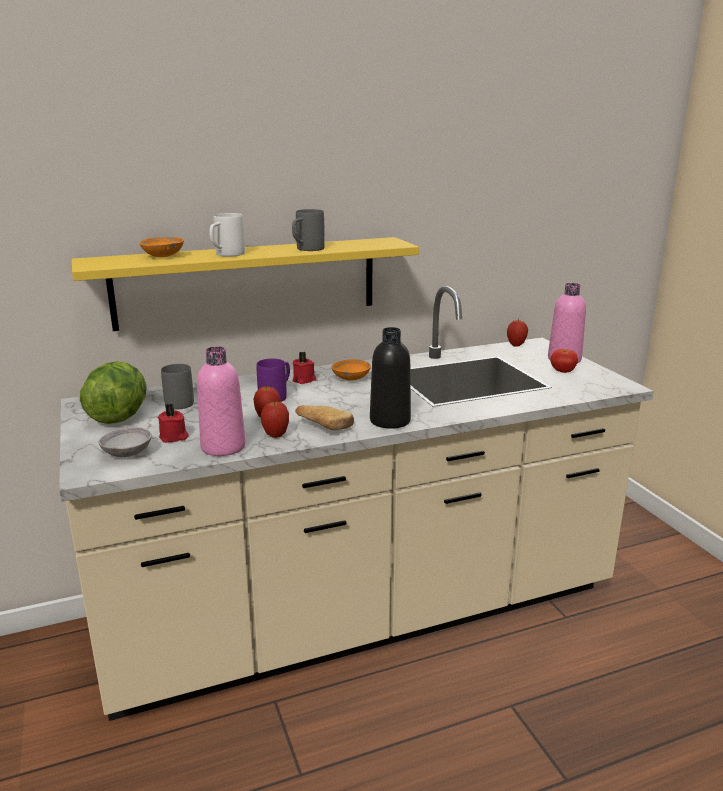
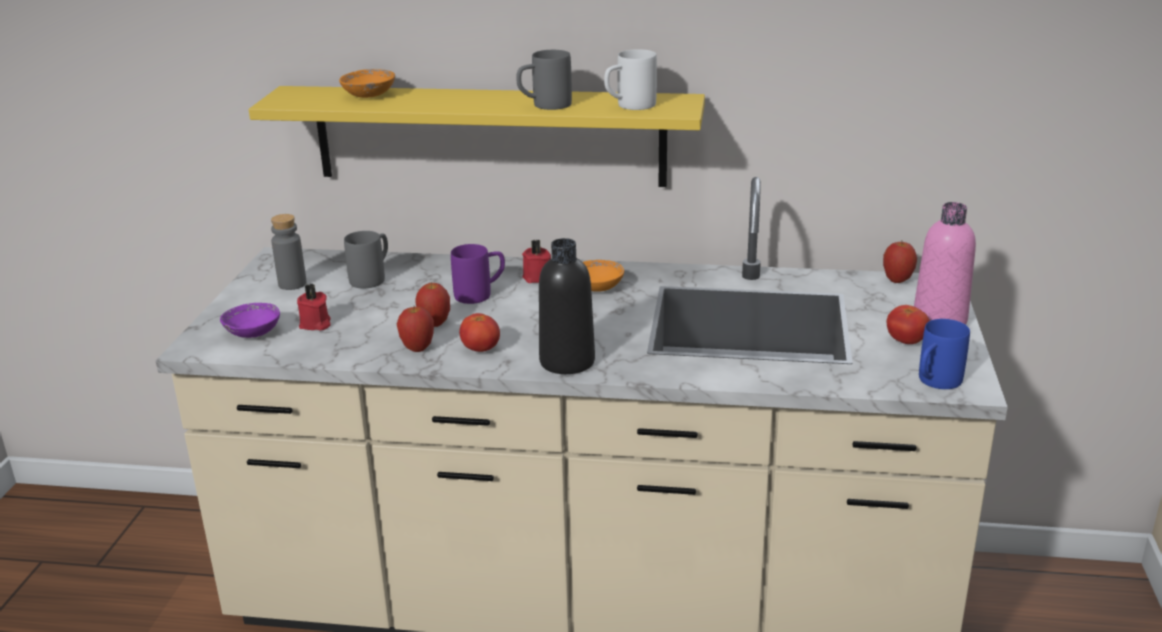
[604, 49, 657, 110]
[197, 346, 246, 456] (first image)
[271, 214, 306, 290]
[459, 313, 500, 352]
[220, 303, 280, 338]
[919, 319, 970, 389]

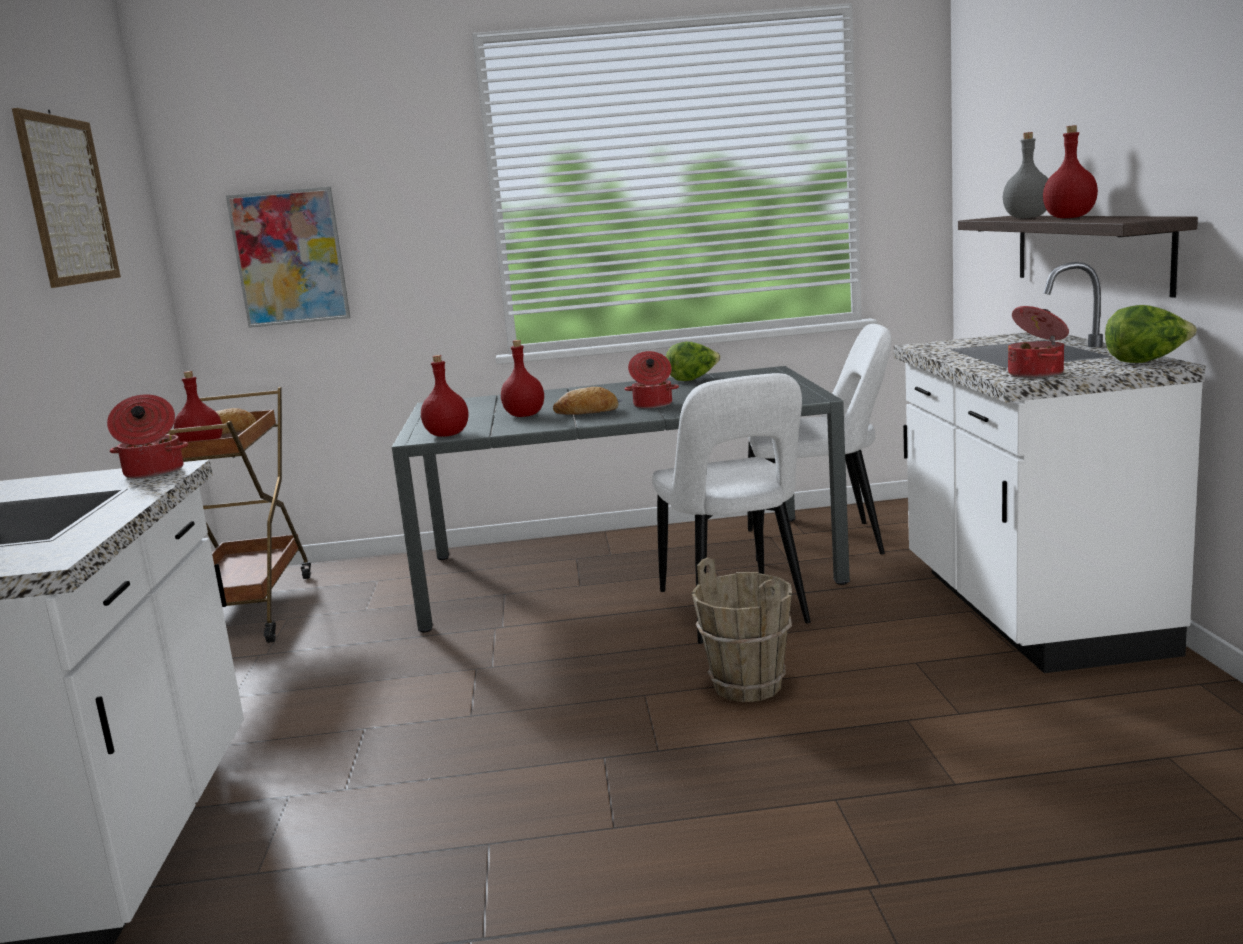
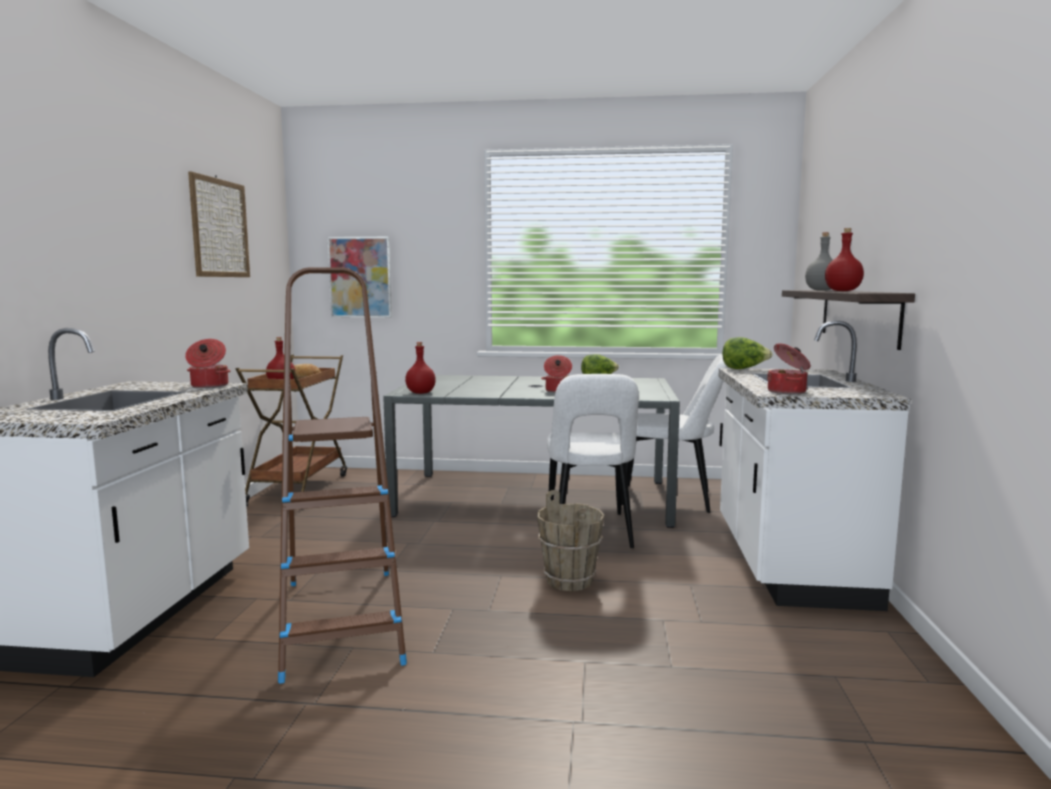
[722, 337, 773, 369]
[501, 340, 544, 417] (first image)
[553, 387, 618, 415] (first image)
[278, 267, 407, 684]

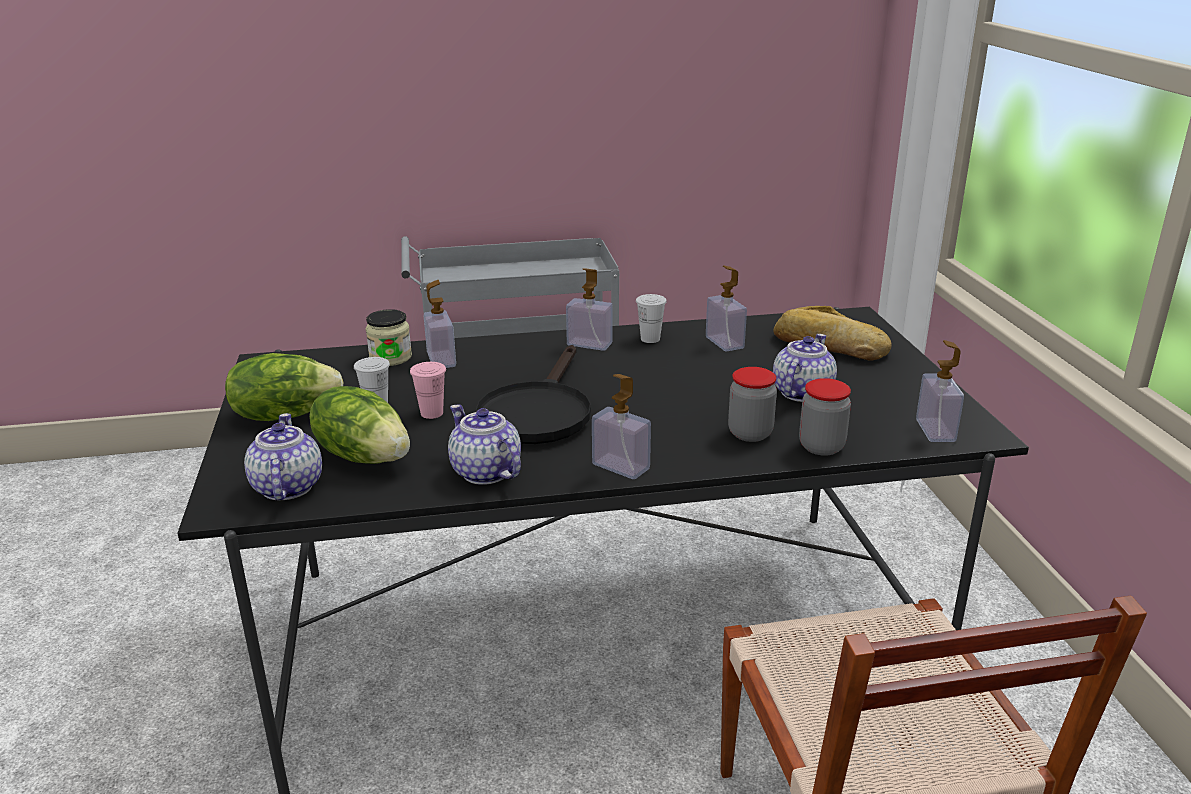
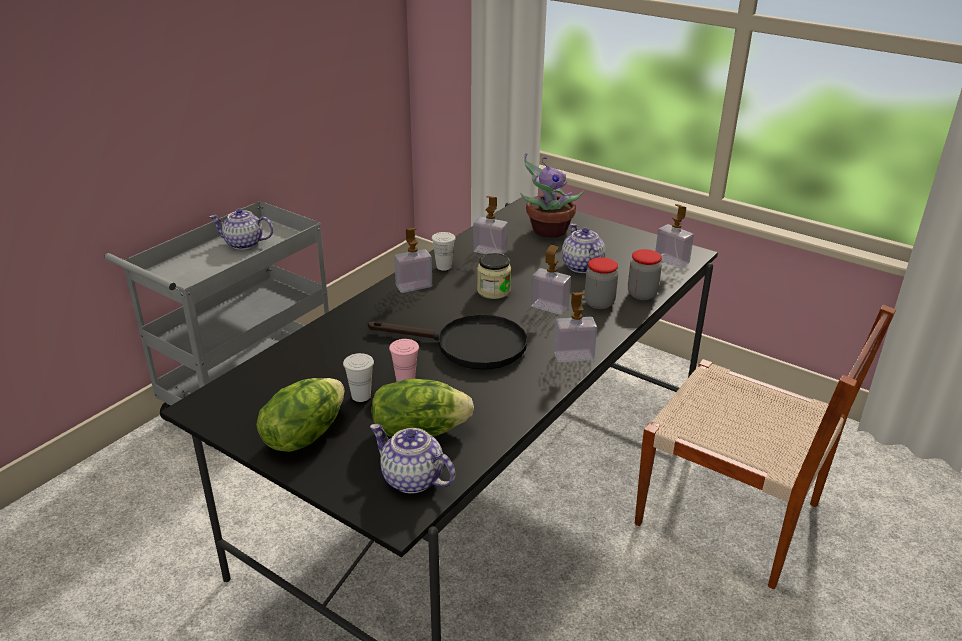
[531, 245, 571, 315]
[520, 153, 584, 238]
[477, 253, 511, 299]
[368, 314, 527, 370]
[209, 208, 274, 250]

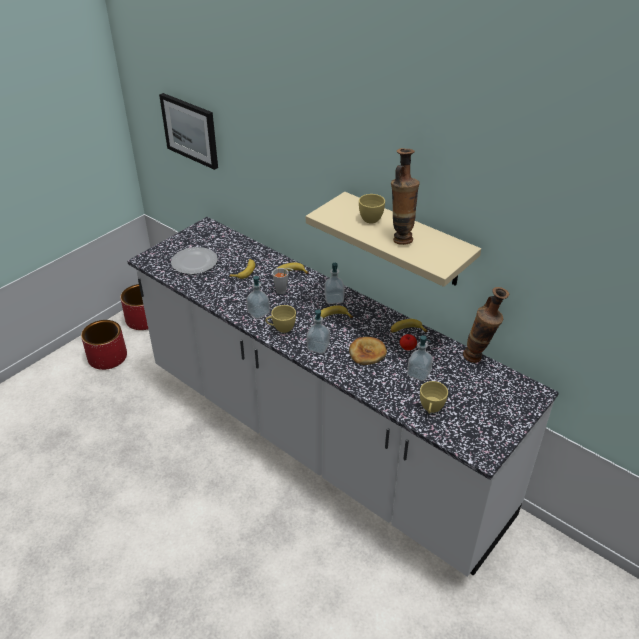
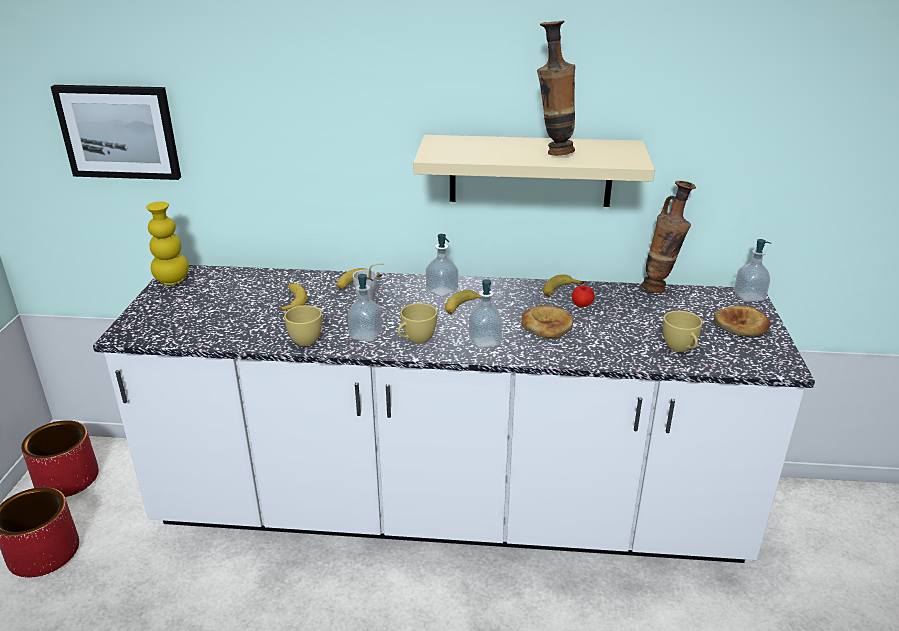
[284, 305, 322, 346]
[171, 247, 218, 274] (first image)
[734, 239, 771, 302]
[146, 202, 189, 285]
[714, 306, 771, 337]

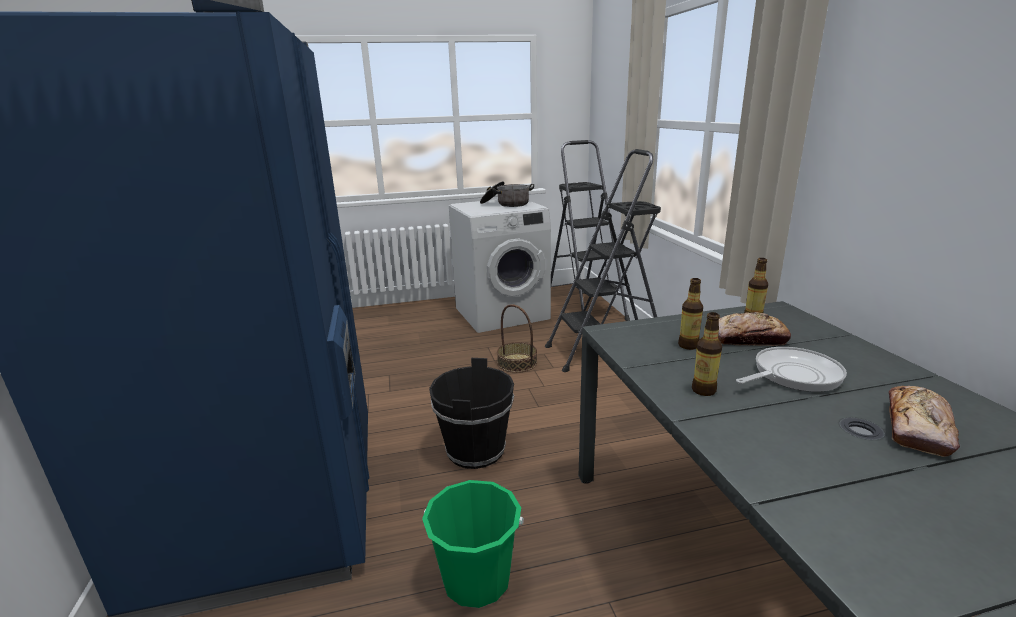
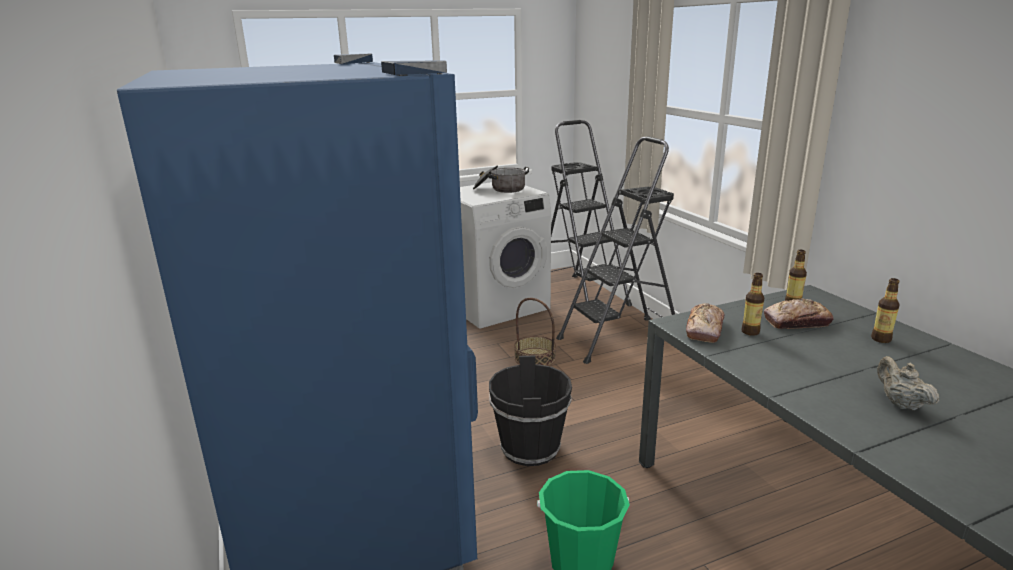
[871, 278, 899, 343]
[736, 347, 847, 392] (first image)
[686, 303, 725, 343]
[877, 356, 939, 410]

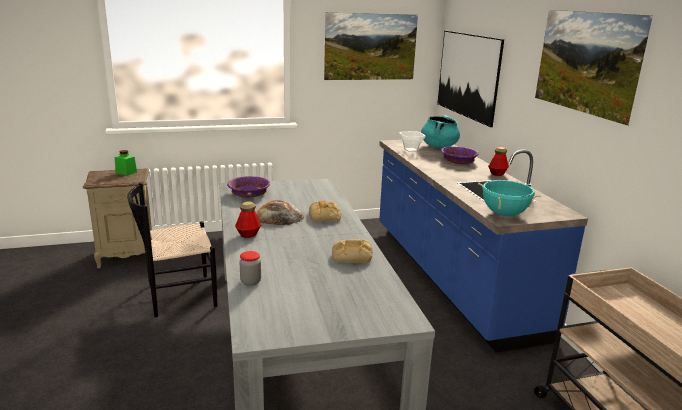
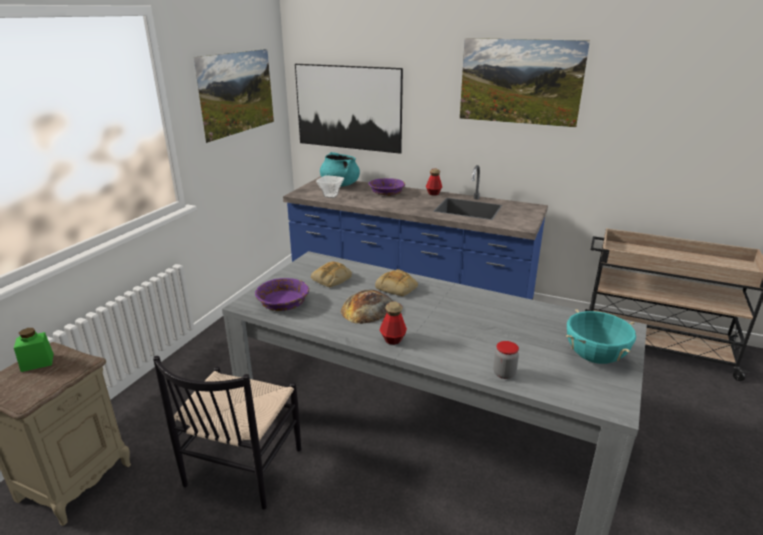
[566, 309, 636, 364]
[311, 261, 352, 287]

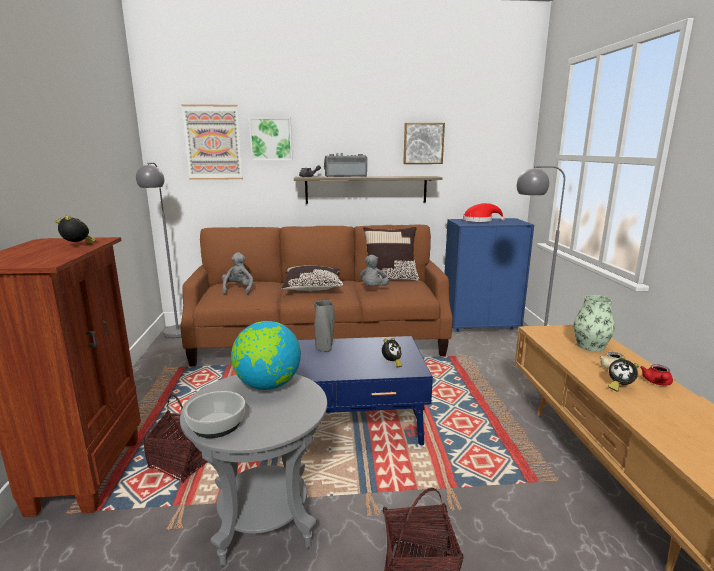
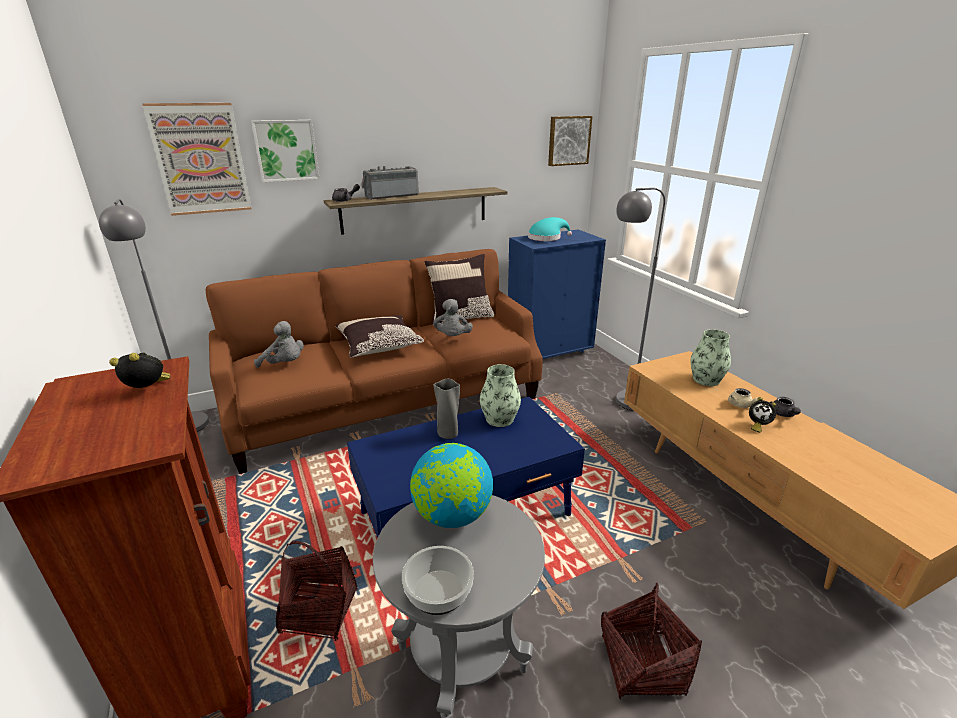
[548, 116, 592, 166]
[528, 217, 572, 241]
[254, 321, 304, 368]
[382, 338, 403, 368] (first image)
[770, 397, 801, 417]
[480, 364, 521, 427]

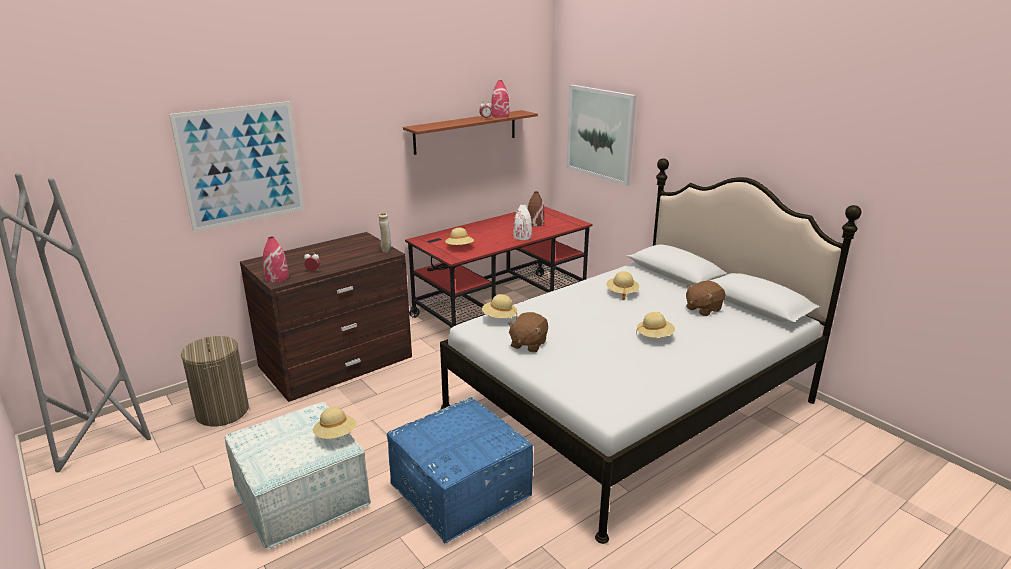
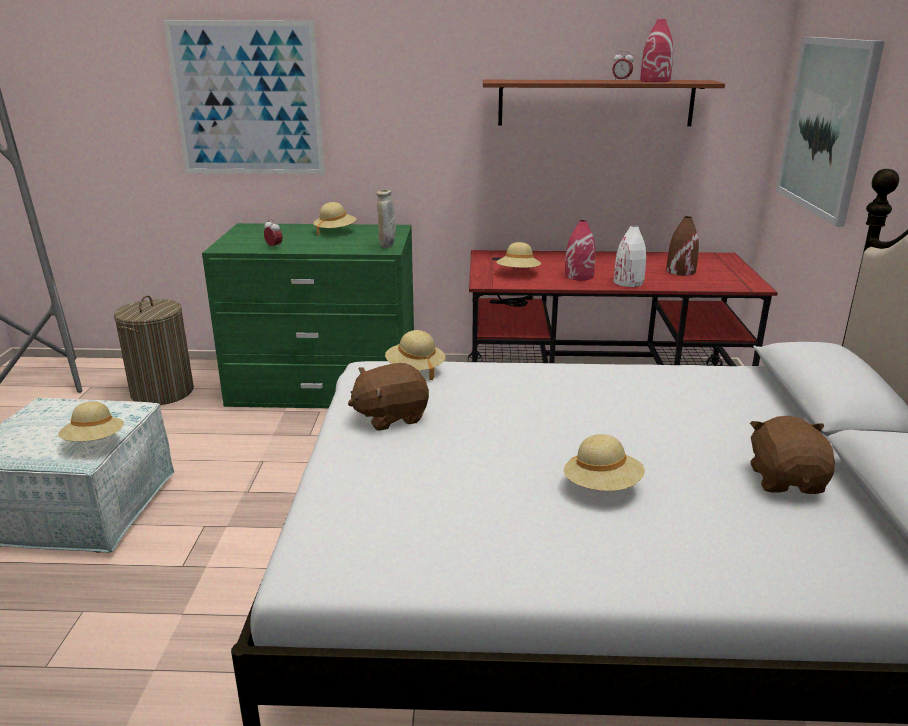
[202, 223, 414, 408]
[565, 220, 595, 281]
[313, 202, 356, 236]
[750, 416, 835, 494]
[387, 397, 533, 543] (first image)

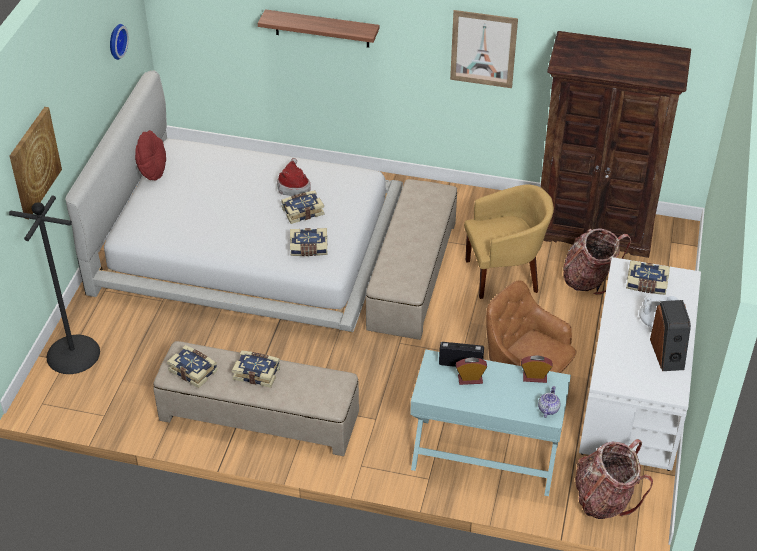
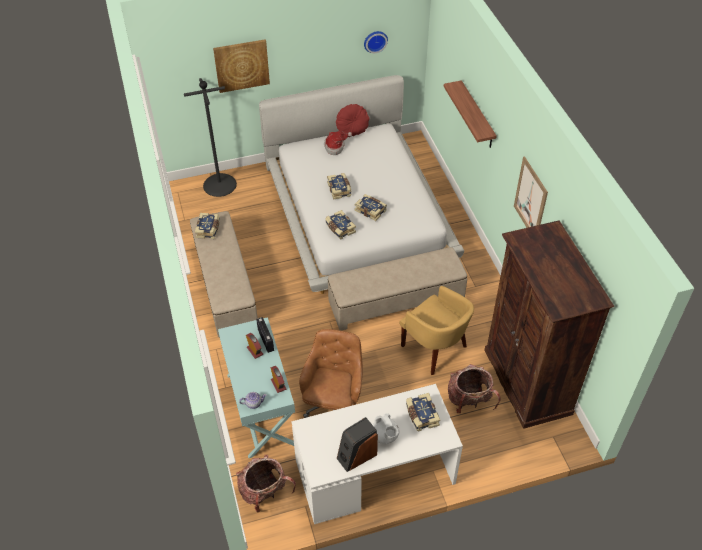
[324, 131, 352, 155]
[327, 173, 352, 200]

